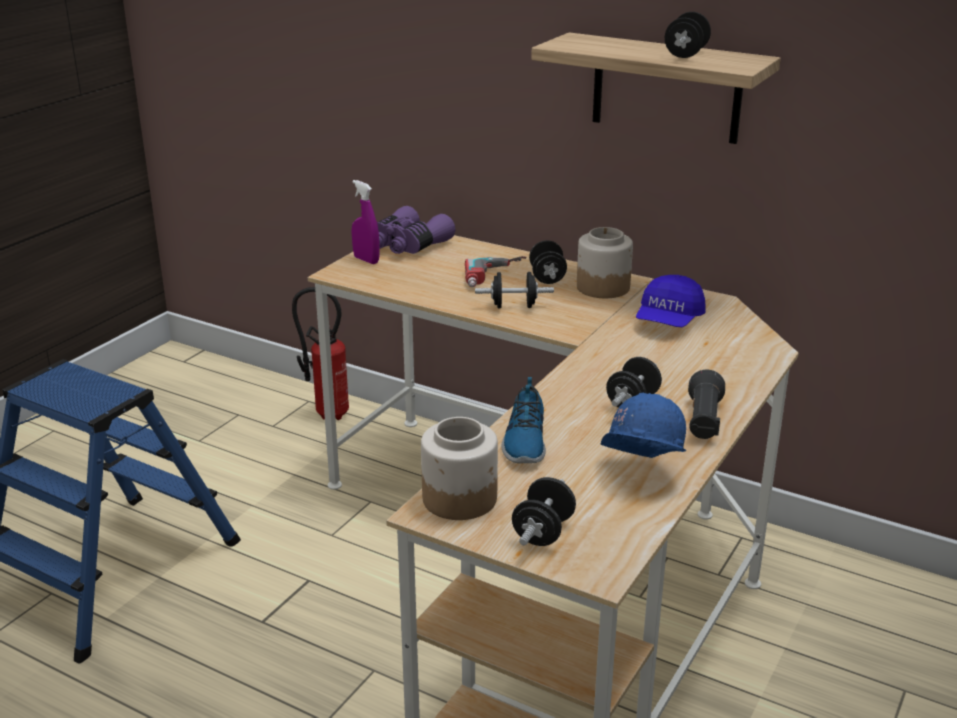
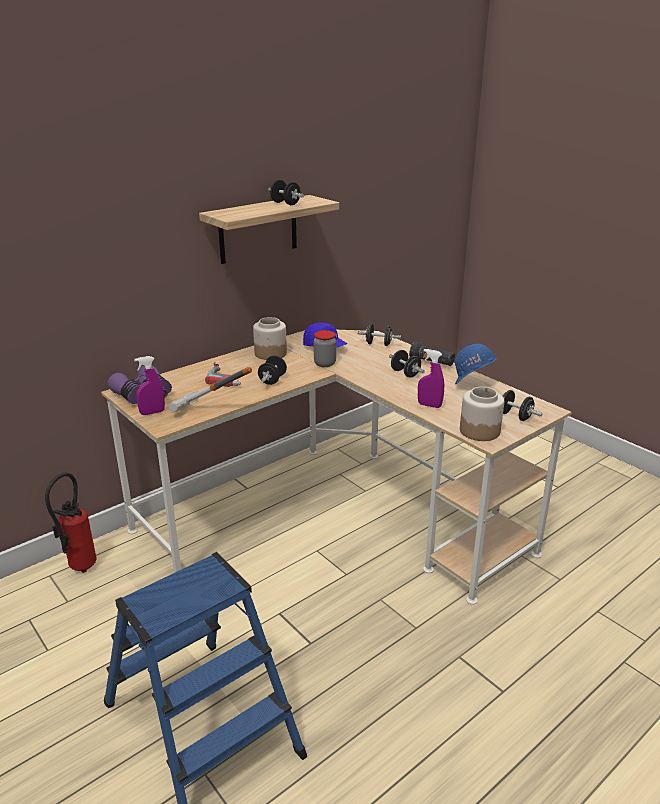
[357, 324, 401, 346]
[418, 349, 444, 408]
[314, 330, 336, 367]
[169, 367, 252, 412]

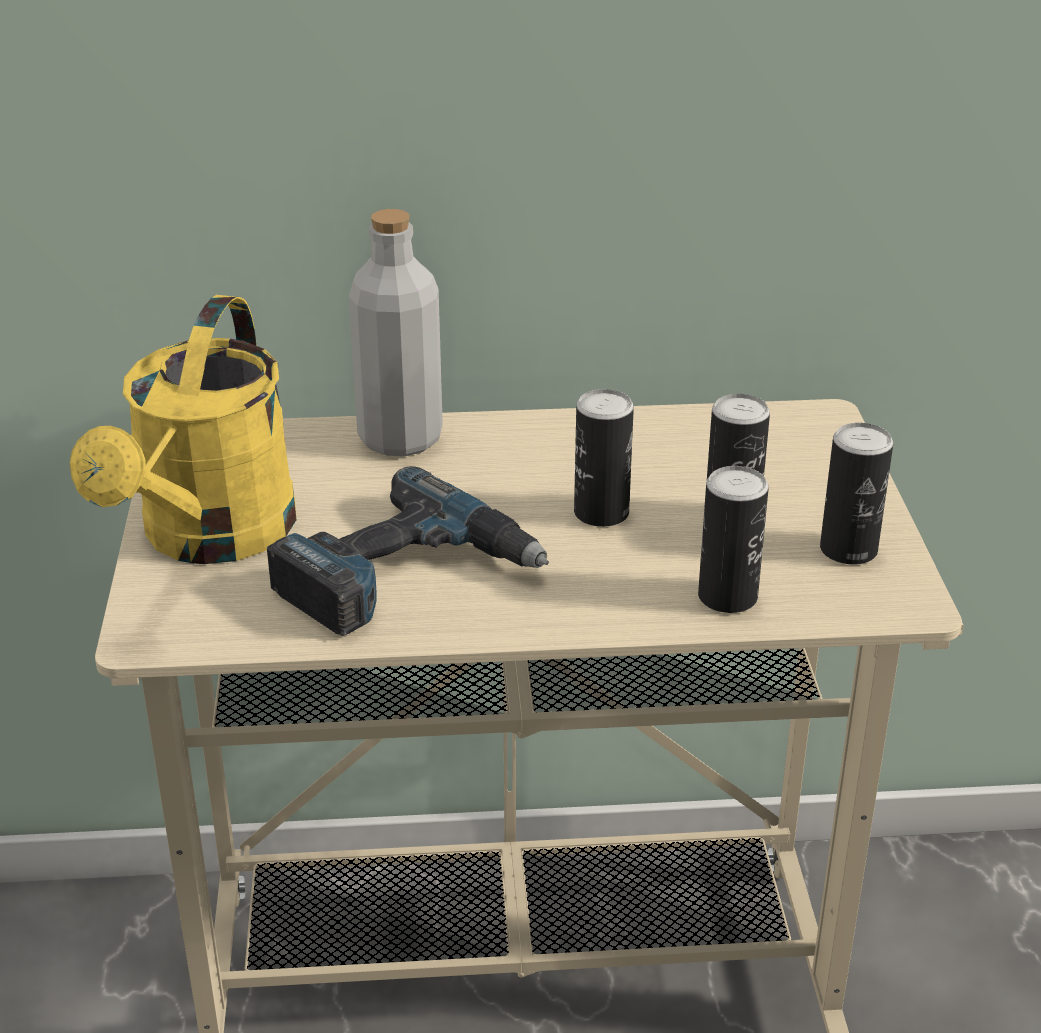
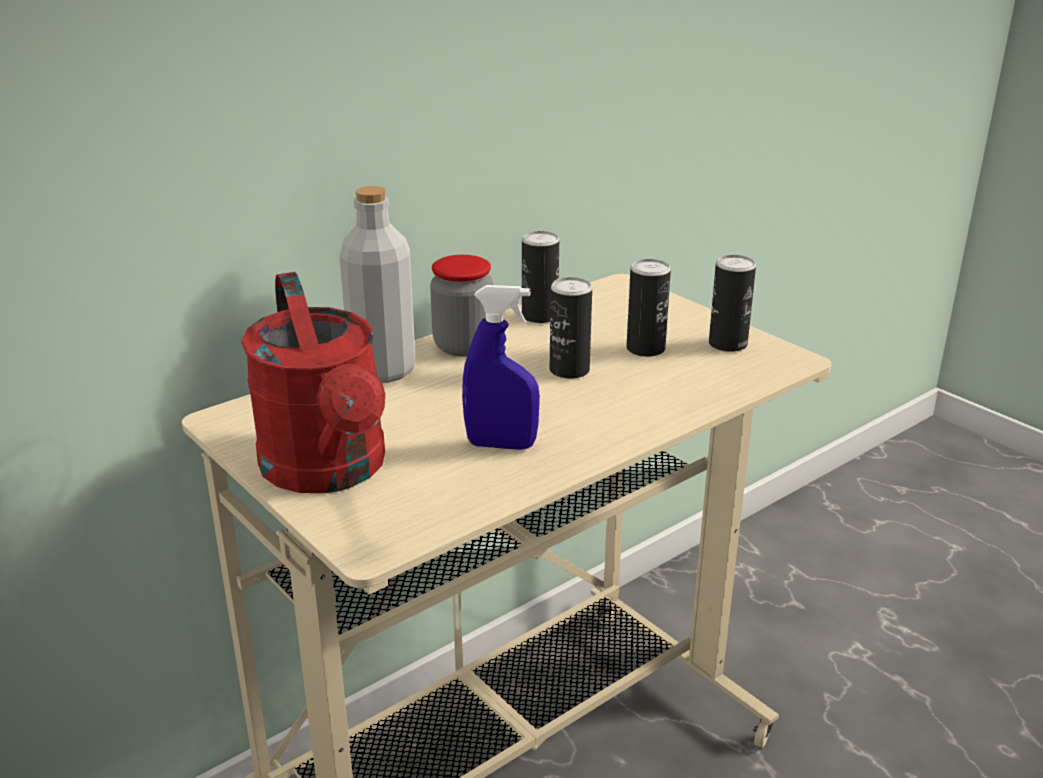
[241, 272, 385, 493]
[462, 285, 540, 450]
[522, 231, 559, 323]
[430, 255, 493, 357]

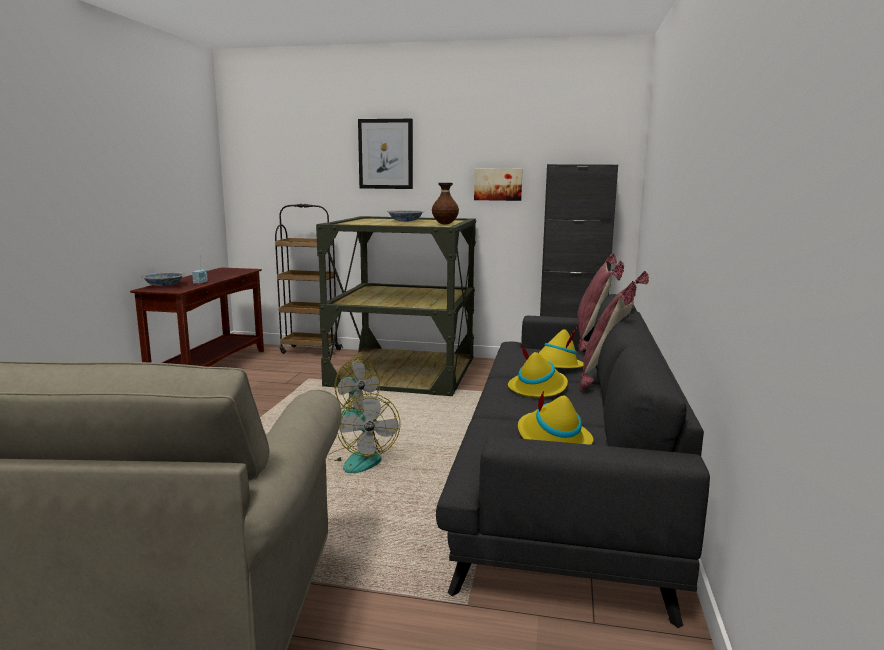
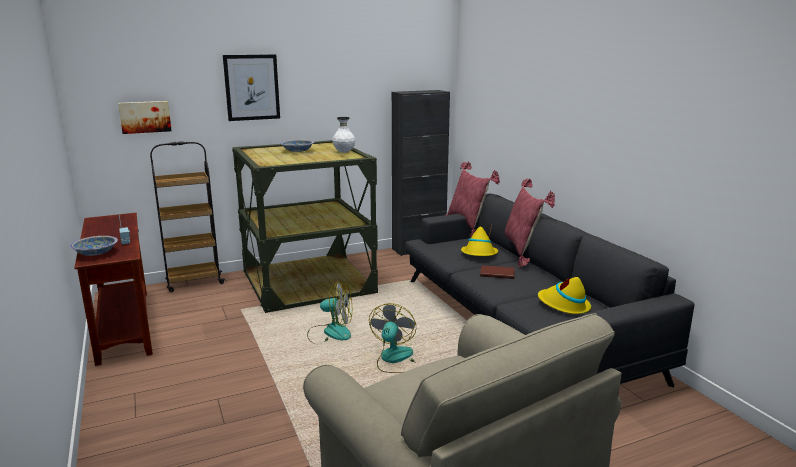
[118, 101, 172, 134]
[332, 117, 355, 153]
[480, 265, 514, 279]
[369, 303, 416, 373]

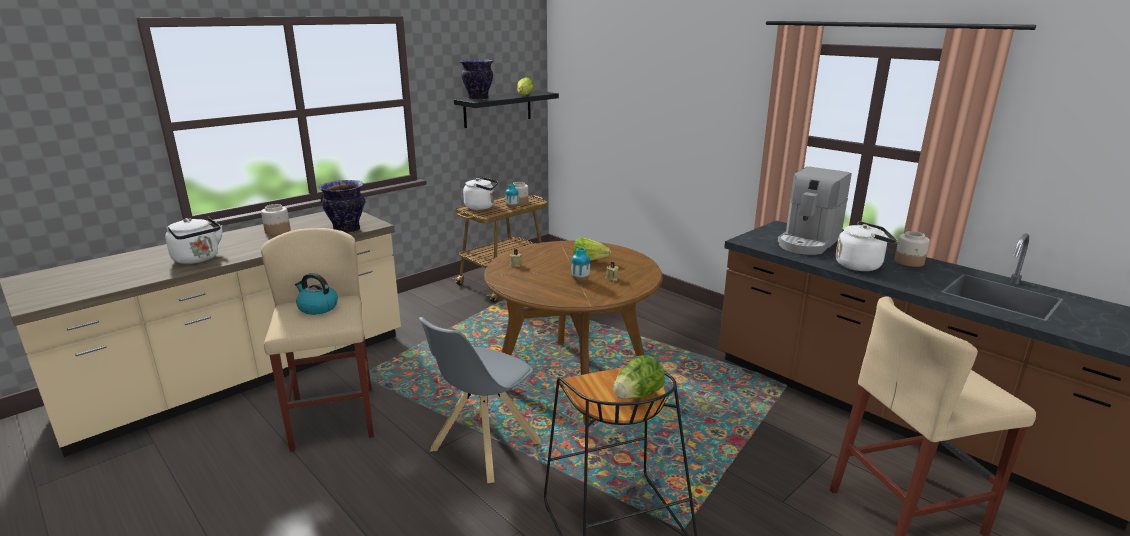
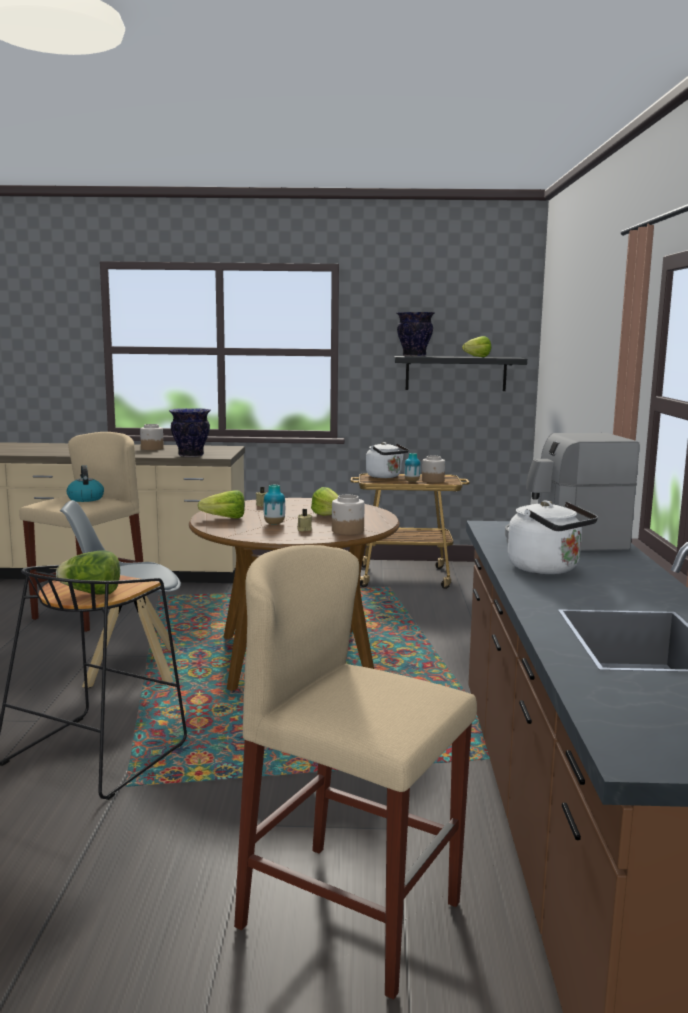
[165, 217, 222, 264] (first image)
[332, 495, 365, 535]
[198, 490, 245, 519]

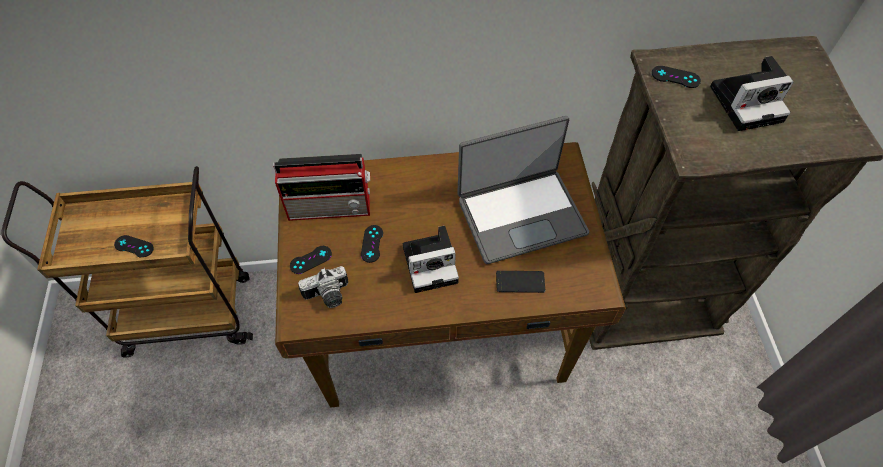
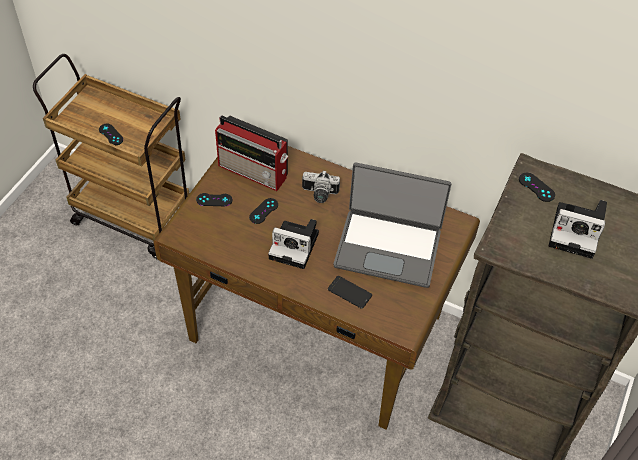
[302, 170, 340, 203]

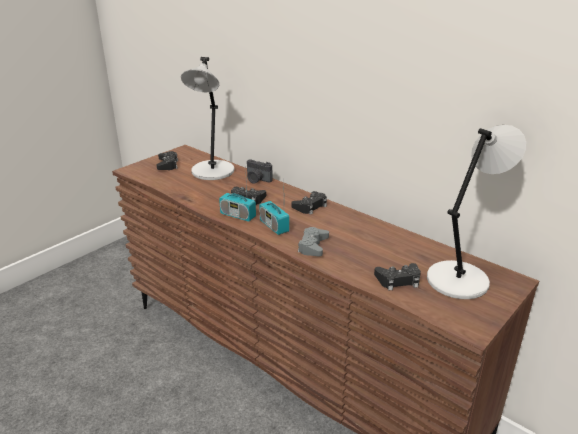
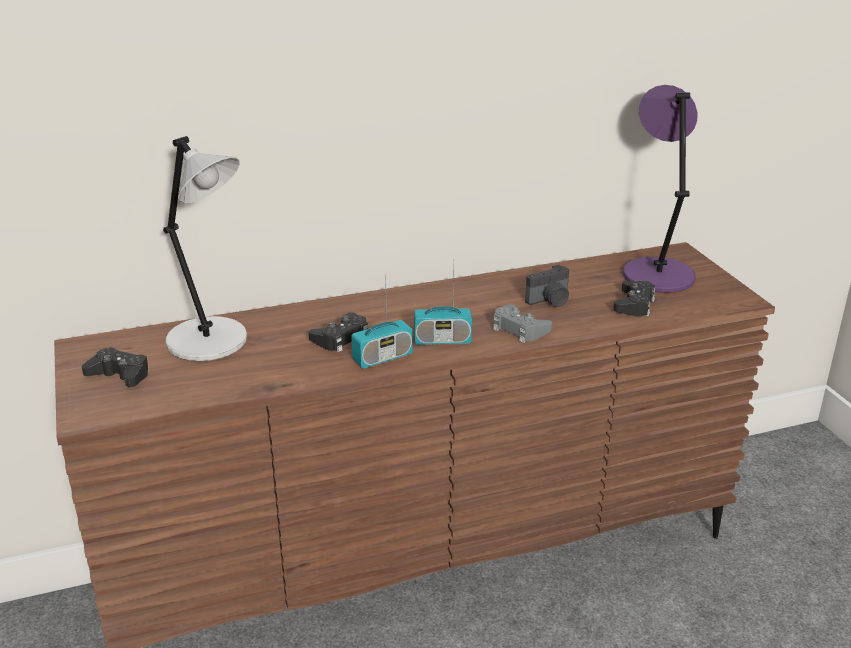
[623, 85, 698, 293]
[525, 265, 569, 307]
[291, 191, 327, 215] (first image)

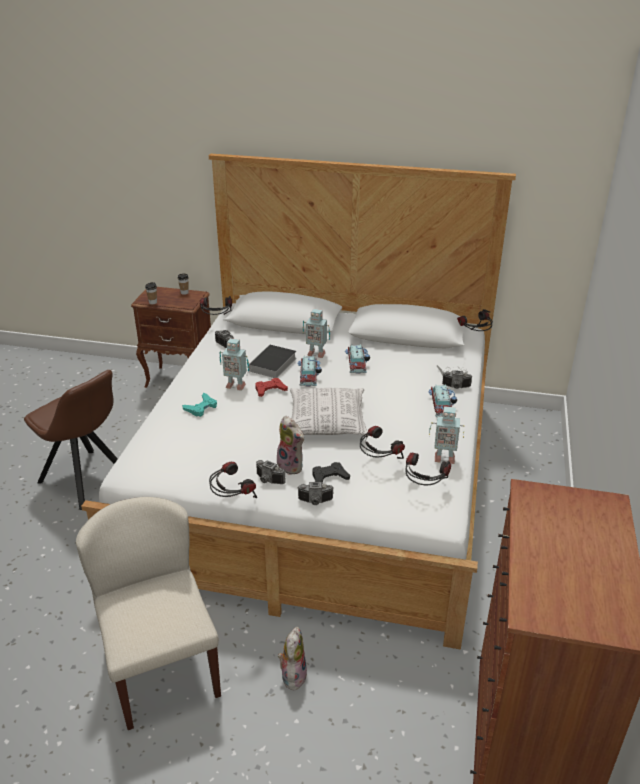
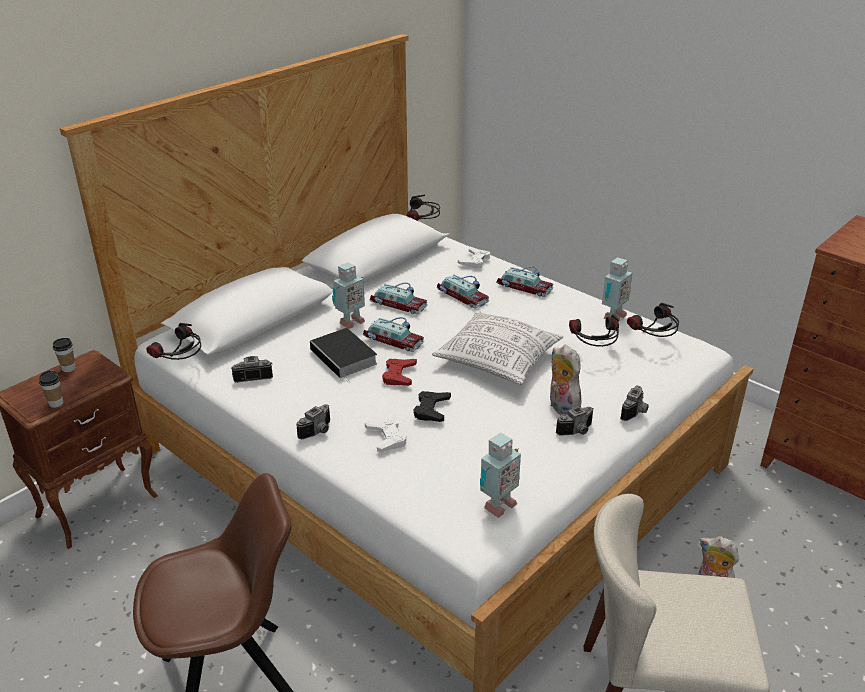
[480, 433, 521, 518]
[296, 404, 330, 439]
[365, 418, 407, 452]
[550, 345, 582, 415]
[209, 462, 257, 498] (first image)
[413, 391, 451, 422]
[437, 274, 489, 309]

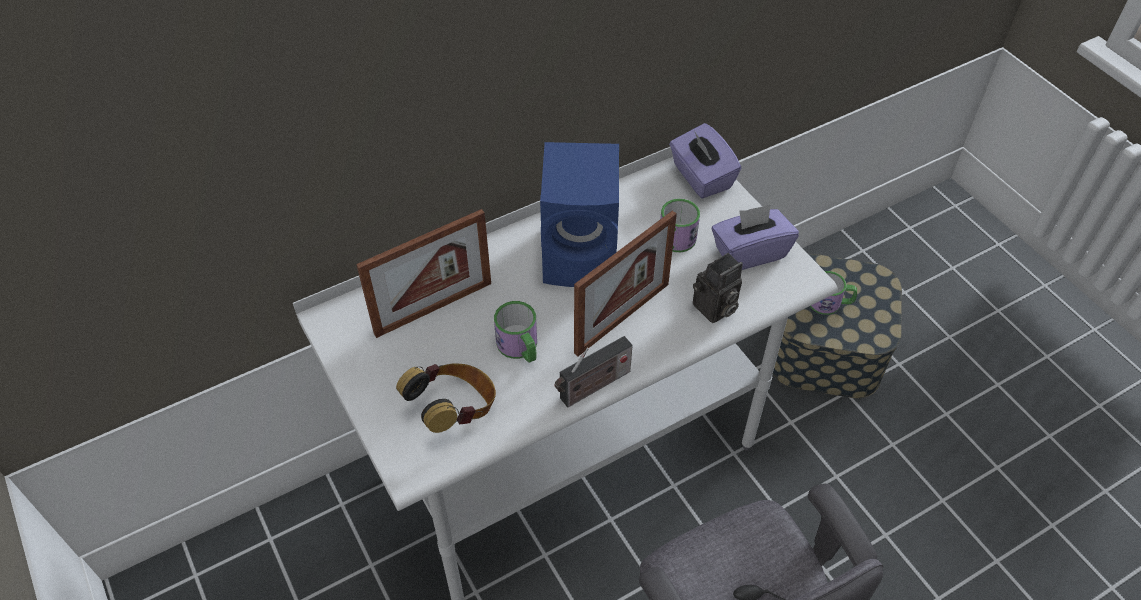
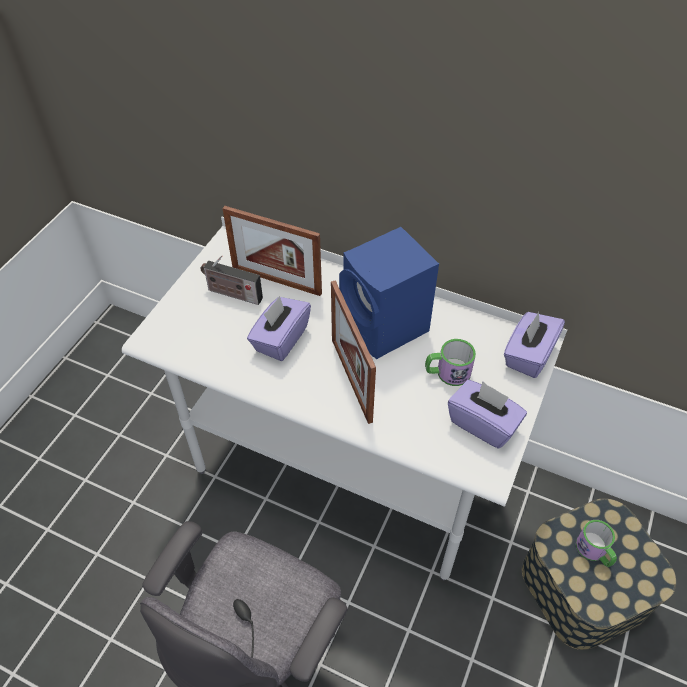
[331, 280, 376, 424]
[693, 253, 743, 323] (first image)
[247, 296, 311, 361]
[200, 255, 263, 305]
[396, 364, 496, 433] (first image)

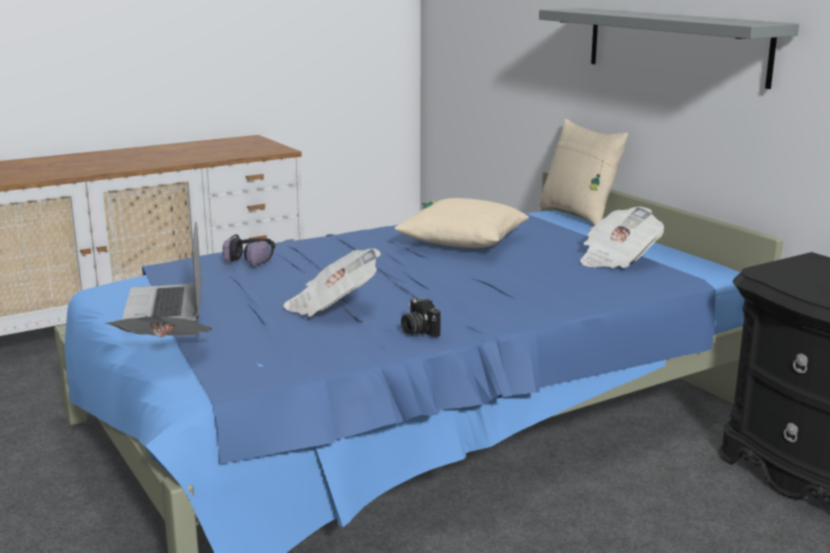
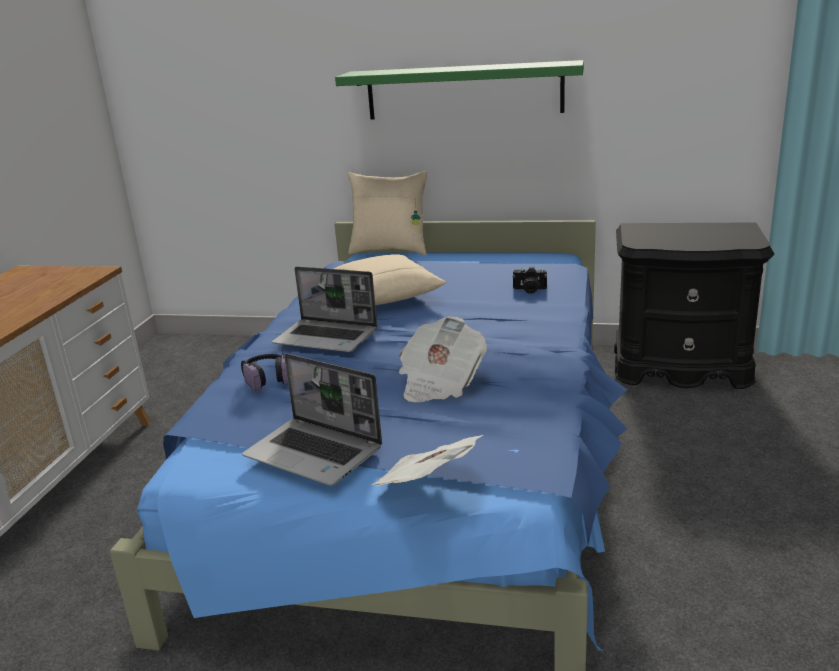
[335, 60, 584, 120]
[580, 207, 664, 268] (first image)
[512, 266, 547, 294]
[272, 267, 377, 352]

